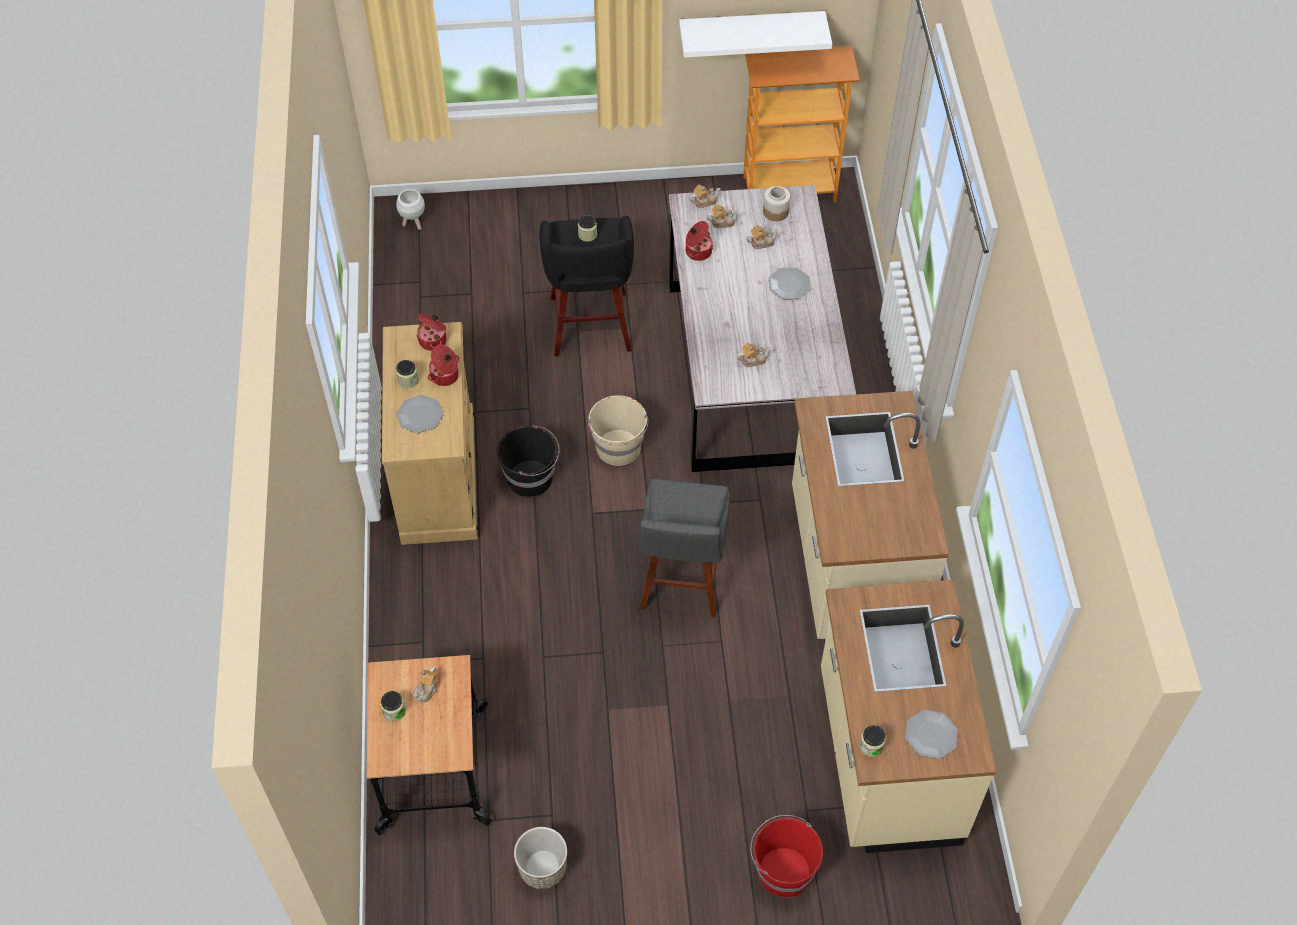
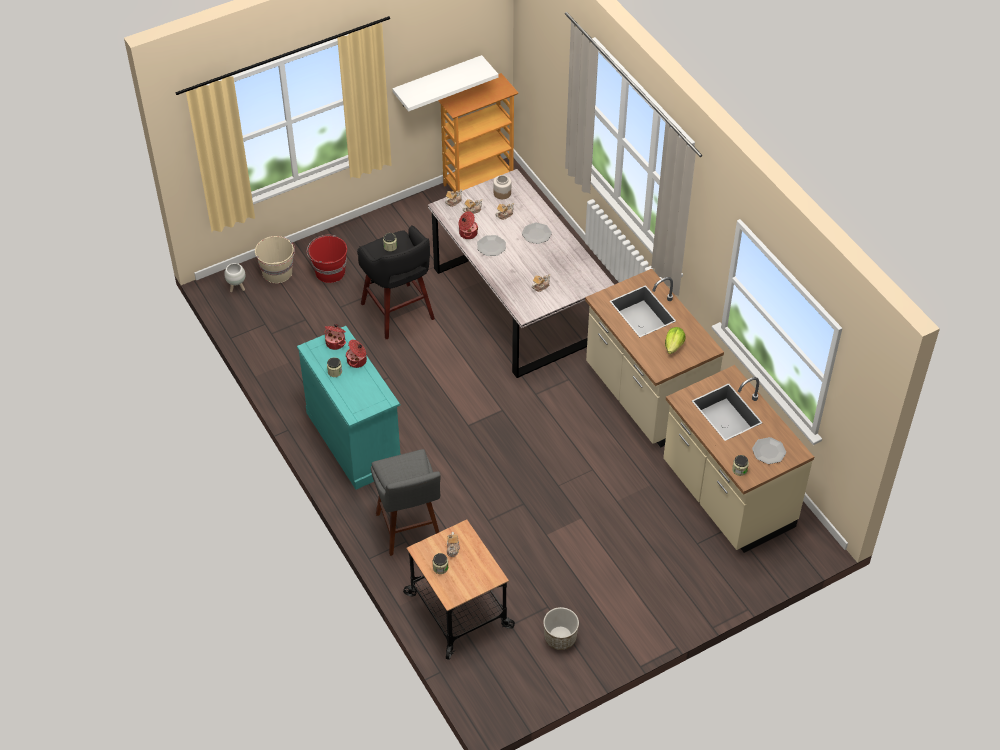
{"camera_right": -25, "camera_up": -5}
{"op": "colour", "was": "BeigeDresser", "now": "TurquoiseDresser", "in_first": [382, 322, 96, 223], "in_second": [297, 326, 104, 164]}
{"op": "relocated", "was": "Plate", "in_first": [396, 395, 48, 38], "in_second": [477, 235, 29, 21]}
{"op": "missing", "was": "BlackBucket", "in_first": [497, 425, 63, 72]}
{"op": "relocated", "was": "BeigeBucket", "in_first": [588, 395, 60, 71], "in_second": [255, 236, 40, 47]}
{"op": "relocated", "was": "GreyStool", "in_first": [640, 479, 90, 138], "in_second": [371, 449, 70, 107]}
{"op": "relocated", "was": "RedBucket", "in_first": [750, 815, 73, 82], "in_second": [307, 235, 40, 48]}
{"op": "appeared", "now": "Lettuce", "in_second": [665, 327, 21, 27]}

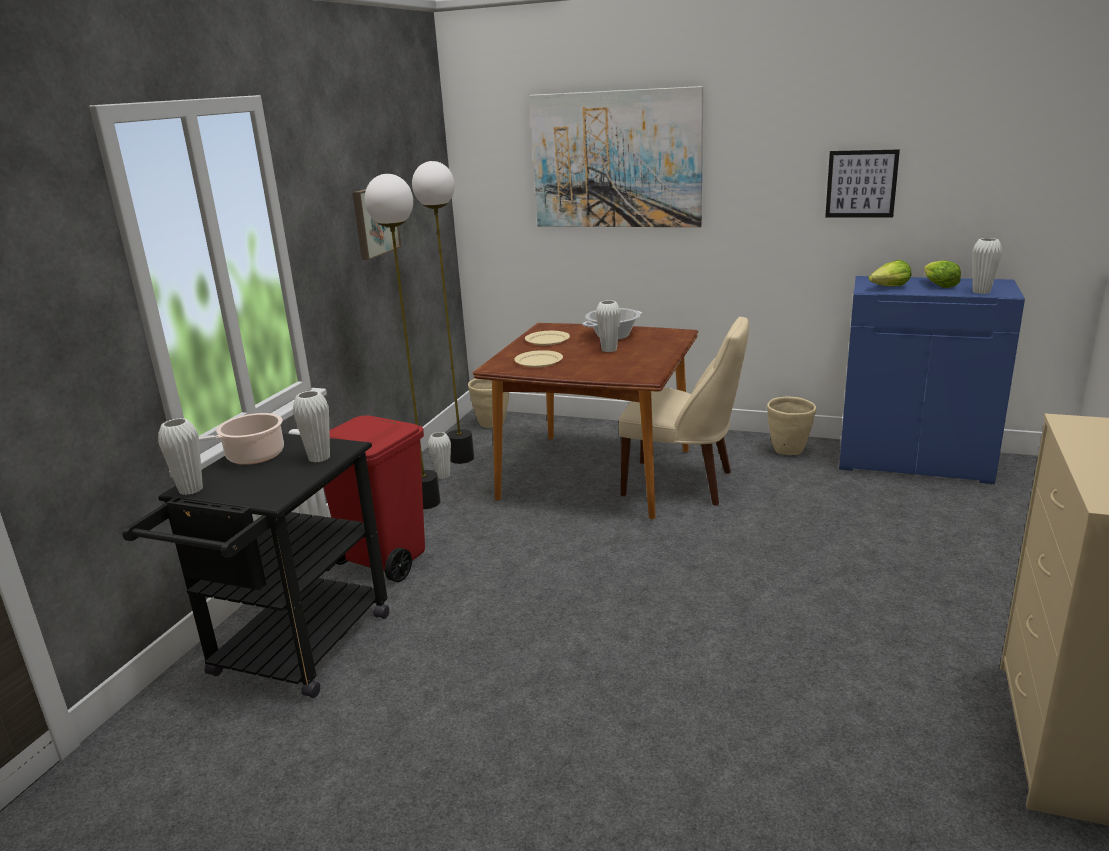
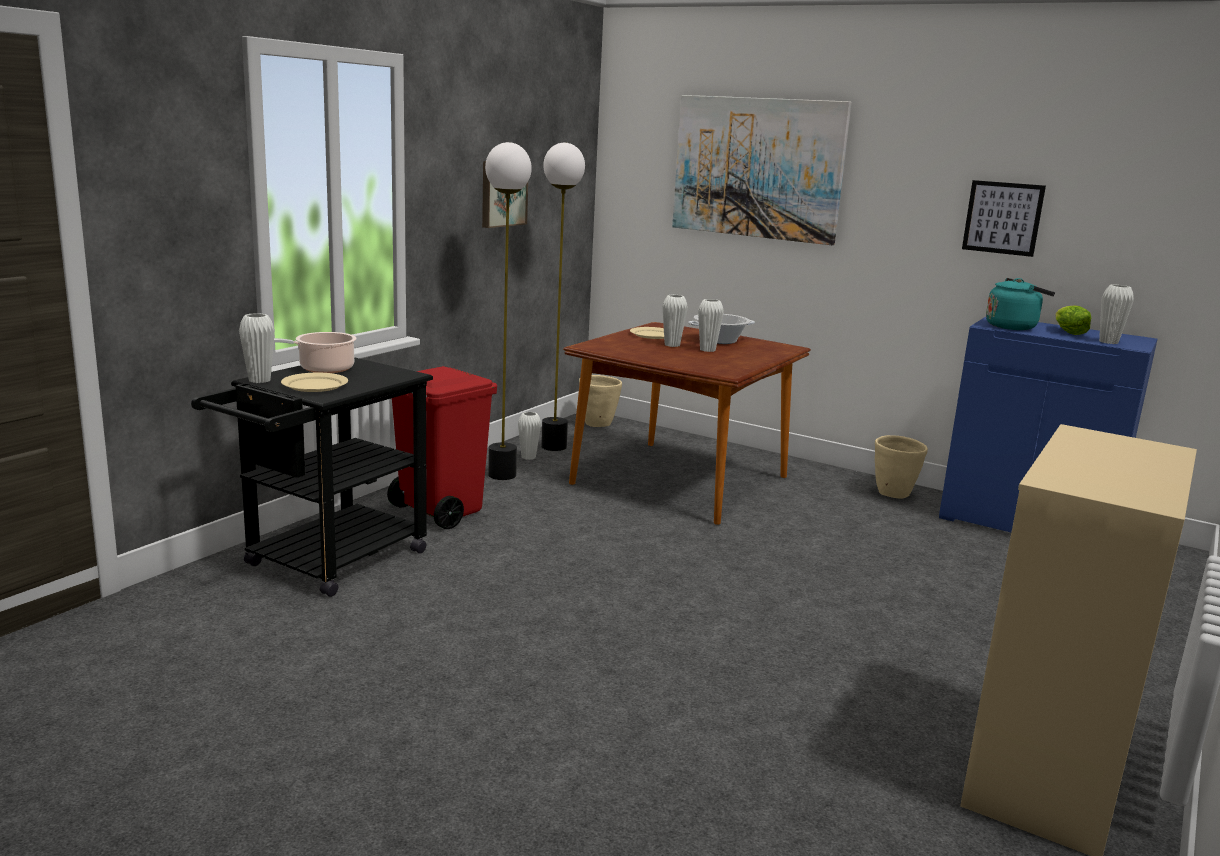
{"camera_right": 10, "camera_up": -5}
{"op": "relocated", "was": "WhiteVase", "in_first": [293, 391, 37, 72], "in_second": [662, 295, 26, 52]}
{"op": "relocated", "was": "BeigePlate", "in_first": [514, 350, 49, 17], "in_second": [281, 373, 67, 19]}
{"op": "missing", "was": "BeigeChair", "in_first": [619, 316, 130, 190]}
{"op": "exchanged", "was": "Lettuce", "now": "TurquoiseKettle", "in_first": [868, 260, 44, 26], "in_second": [986, 278, 69, 52]}

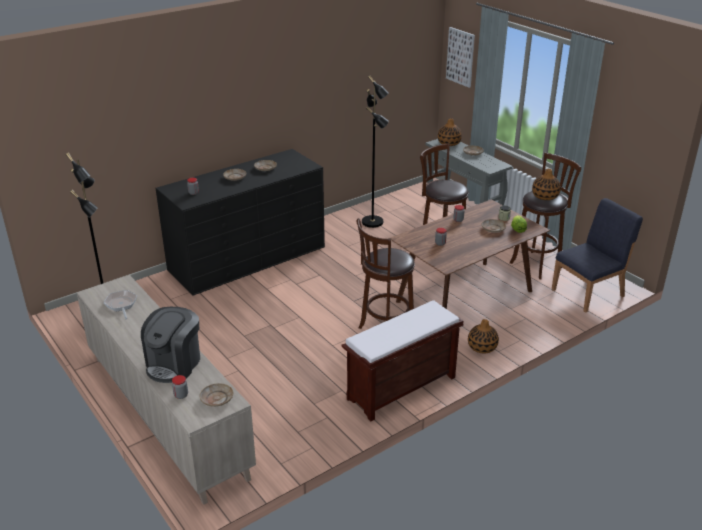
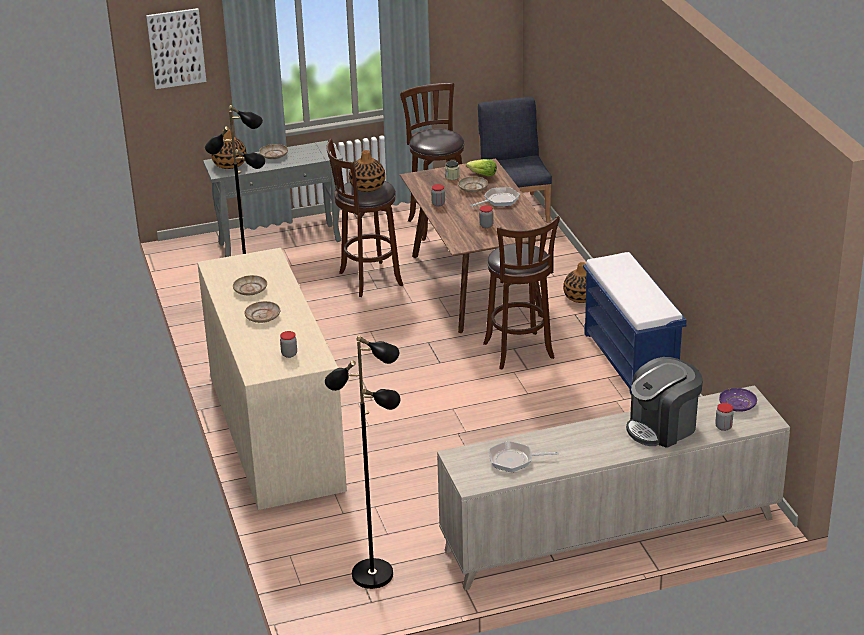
{"camera_right": -70, "camera_up": 0}
{"op": "spun", "was": "CoffeeMachine", "in_first": [141, 307, 59, 76], "in_second": [626, 357, 77, 91], "clockwise": 105}
{"op": "colour", "was": "BlackDresser", "now": "BeigeDresser", "in_first": [155, 149, 170, 147], "in_second": [197, 248, 150, 262]}
{"op": "colour", "was": "BeigePlate", "now": "PurplePlate", "in_first": [200, 383, 33, 24], "in_second": [719, 388, 38, 24]}
{"op": "colour", "was": "BrownBench", "now": "BlueBench", "in_first": [342, 300, 122, 121], "in_second": [583, 252, 104, 142]}
{"op": "relocated", "was": "Vase", "in_first": [532, 169, 29, 31], "in_second": [349, 150, 36, 42]}
{"op": "appeared", "now": "FryingPan", "in_second": [470, 187, 50, 20]}

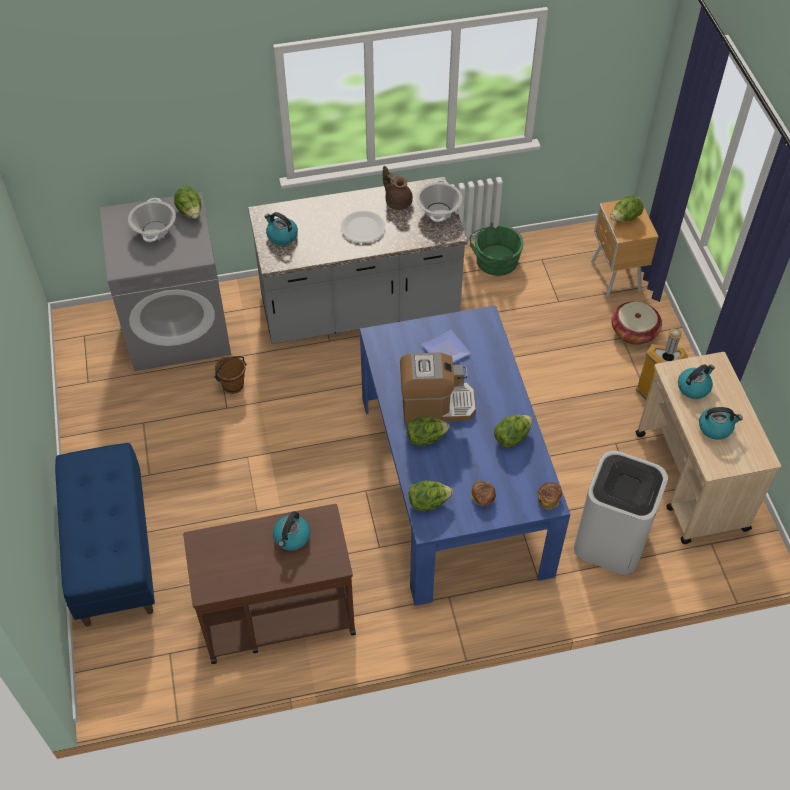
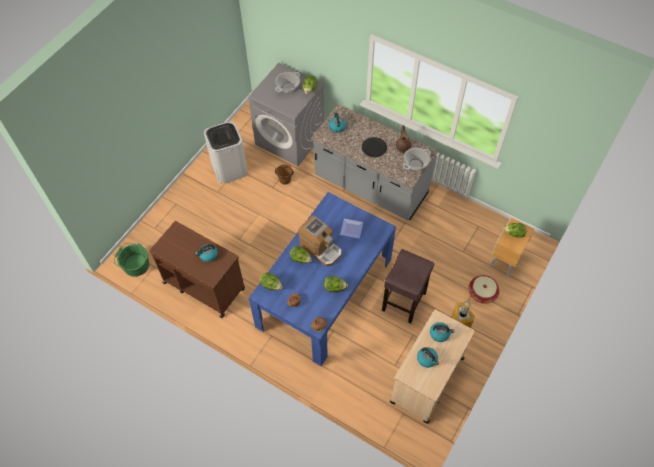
{"camera_right": 45, "camera_up": 5}
{"op": "missing", "was": "BlueBench", "in_first": [55, 443, 100, 184]}
{"op": "colour", "was": "WhitePlate", "now": "BlackPlate", "in_first": [341, 210, 44, 33], "in_second": [362, 137, 25, 21]}
{"op": "relocated", "was": "GreenBucket", "in_first": [470, 222, 53, 54], "in_second": [114, 243, 35, 34]}
{"op": "relocated", "was": "WhiteTrashCan", "in_first": [574, 451, 94, 124], "in_second": [204, 121, 44, 63]}
{"op": "appeared", "now": "BrownStool", "in_second": [382, 249, 52, 75]}

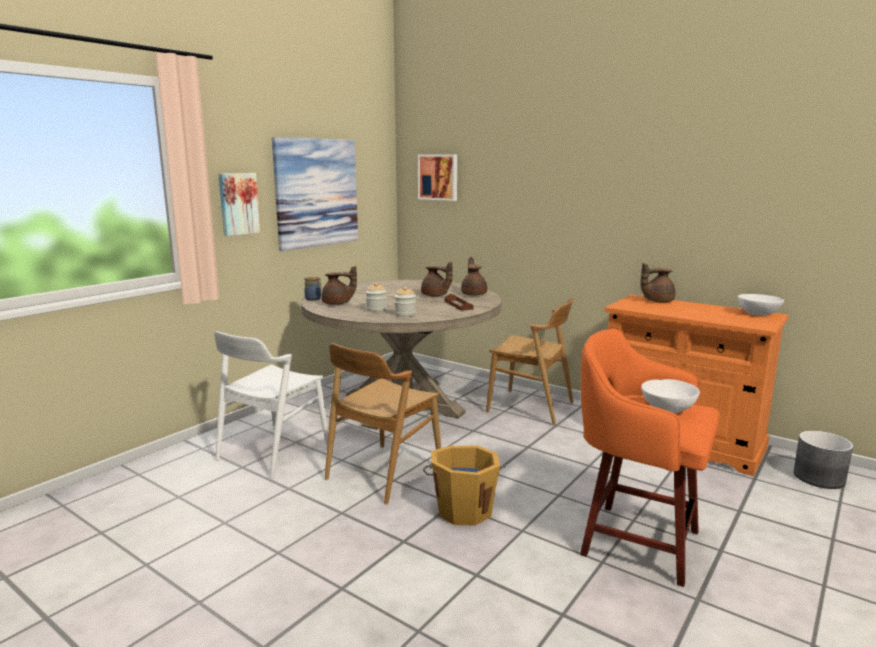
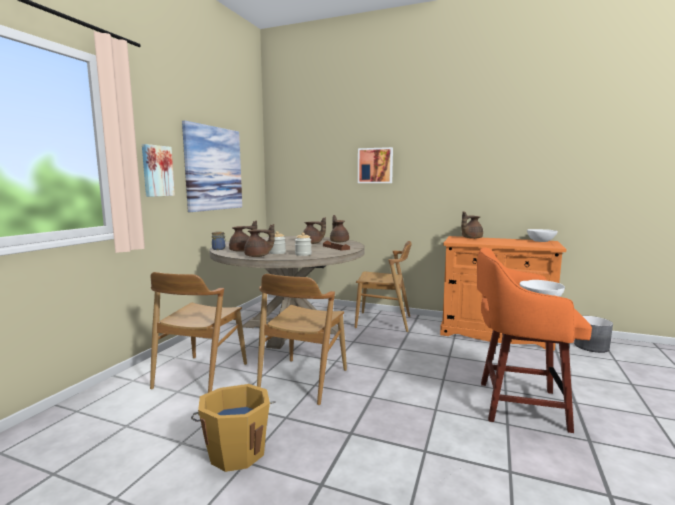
{"camera_right": -15, "camera_up": -5}
{"op": "colour", "was": "WhiteChair", "now": "BrownChair", "in_first": [214, 331, 114, 148], "in_second": [150, 272, 97, 121]}
{"op": "relocated", "was": "Picture", "in_first": [418, 154, 39, 47], "in_second": [358, 147, 35, 36]}
{"op": "relocated", "was": "OrangeBucket", "in_first": [423, 445, 83, 80], "in_second": [191, 384, 85, 88]}
{"op": "appeared", "now": "BrownTeapot", "in_second": [244, 224, 31, 33]}

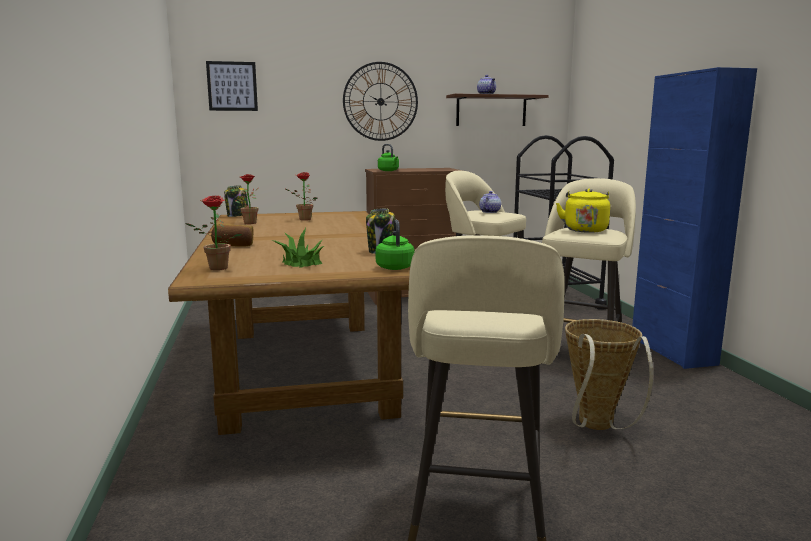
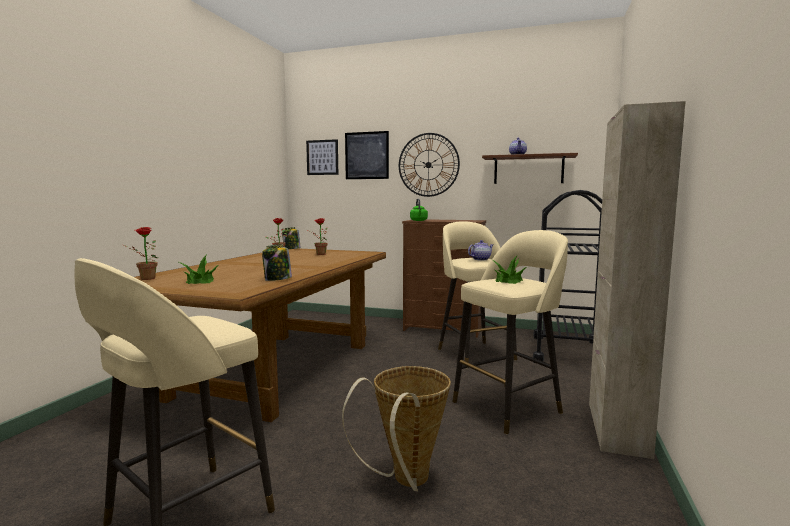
{"camera_right": 30, "camera_up": -5}
{"op": "missing", "was": "Bread", "in_first": [211, 224, 42, 23]}
{"op": "missing", "was": "GreenKettle", "in_first": [376, 220, 38, 50]}
{"op": "exchanged", "was": "YellowKettle", "now": "PottedPlant", "in_first": [556, 189, 54, 44], "in_second": [493, 256, 33, 28]}
{"op": "colour", "was": "BlueCabinet", "now": "BeigeCabinet", "in_first": [632, 67, 125, 302], "in_second": [589, 101, 97, 358]}
{"op": "appeared", "now": "Picture", "in_second": [345, 131, 44, 48]}

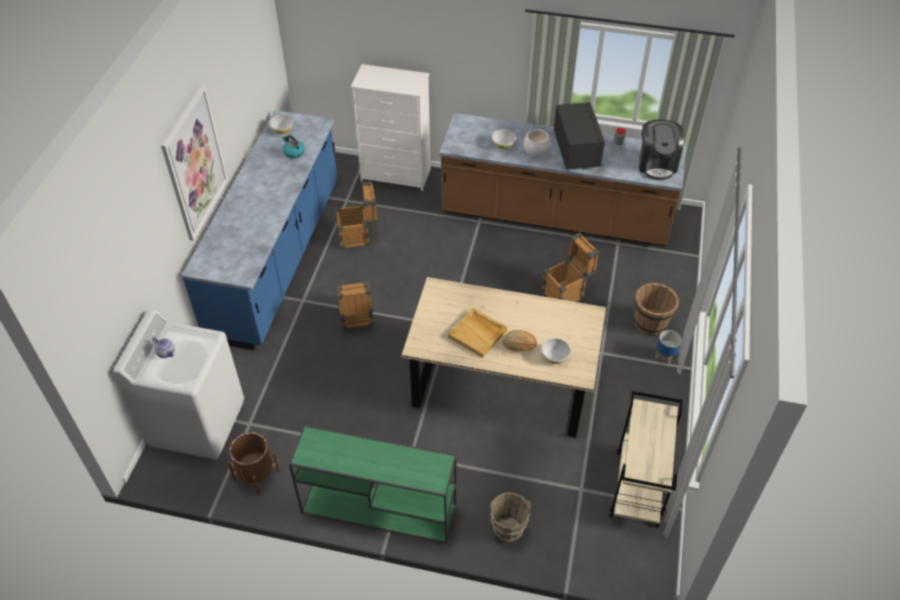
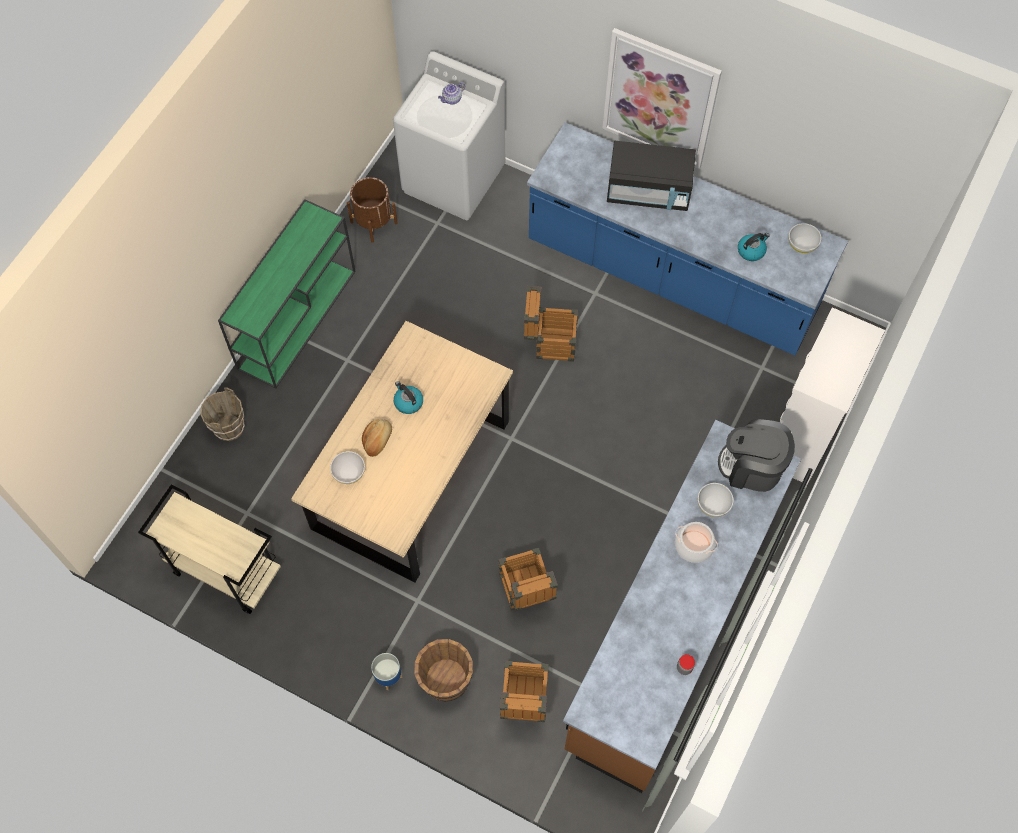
{"camera_right": 105, "camera_up": 15}
{"op": "relocated", "was": "Crate", "in_first": [335, 182, 43, 67], "in_second": [500, 661, 49, 61]}
{"op": "exchanged", "was": "BeigeTray", "now": "Kettle", "in_first": [448, 308, 59, 50], "in_second": [394, 381, 29, 33]}
{"op": "relocated", "was": "BlackMicrowave", "in_first": [554, 102, 51, 68], "in_second": [607, 141, 89, 70]}
{"op": "relocated", "was": "CoffeeMachine", "in_first": [639, 119, 45, 61], "in_second": [718, 419, 77, 73]}

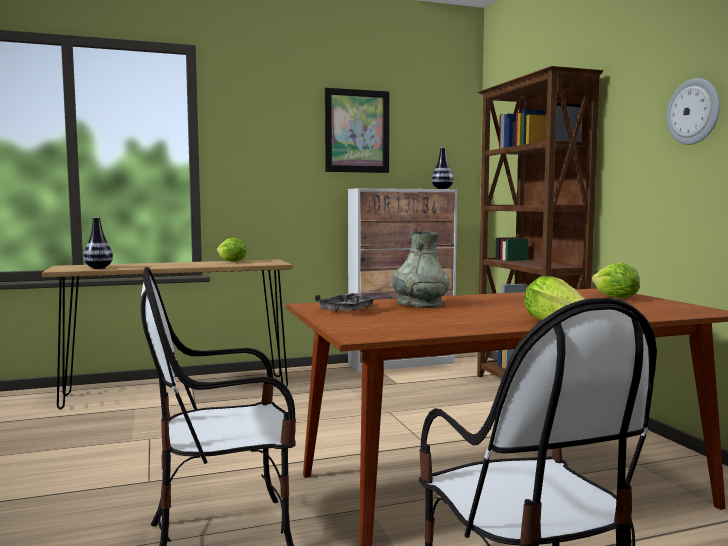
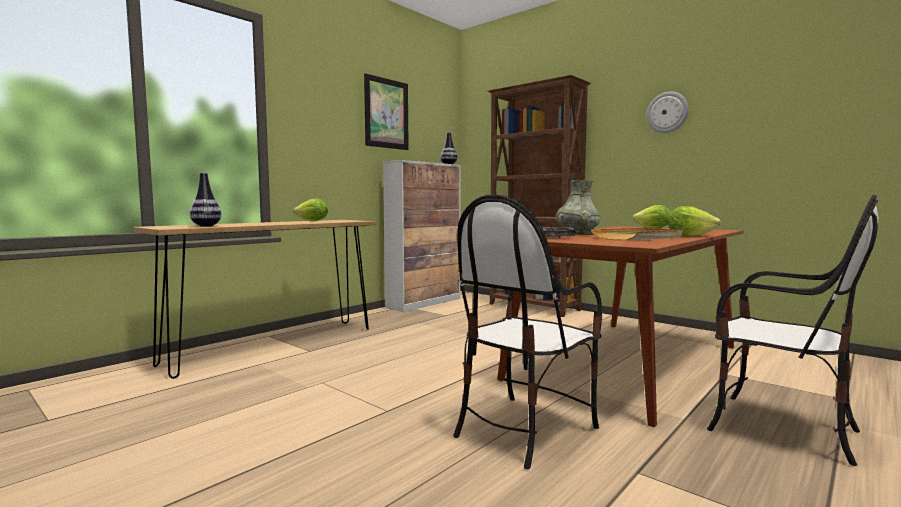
{"camera_right": -30, "camera_up": 0}
{"op": "appeared", "now": "BeigeTray", "in_second": [591, 228, 93, 12]}

